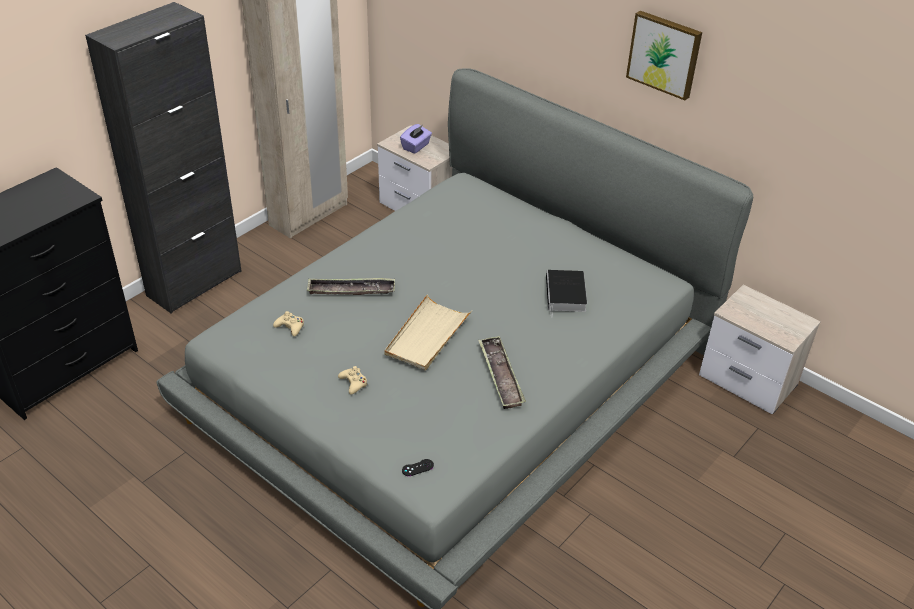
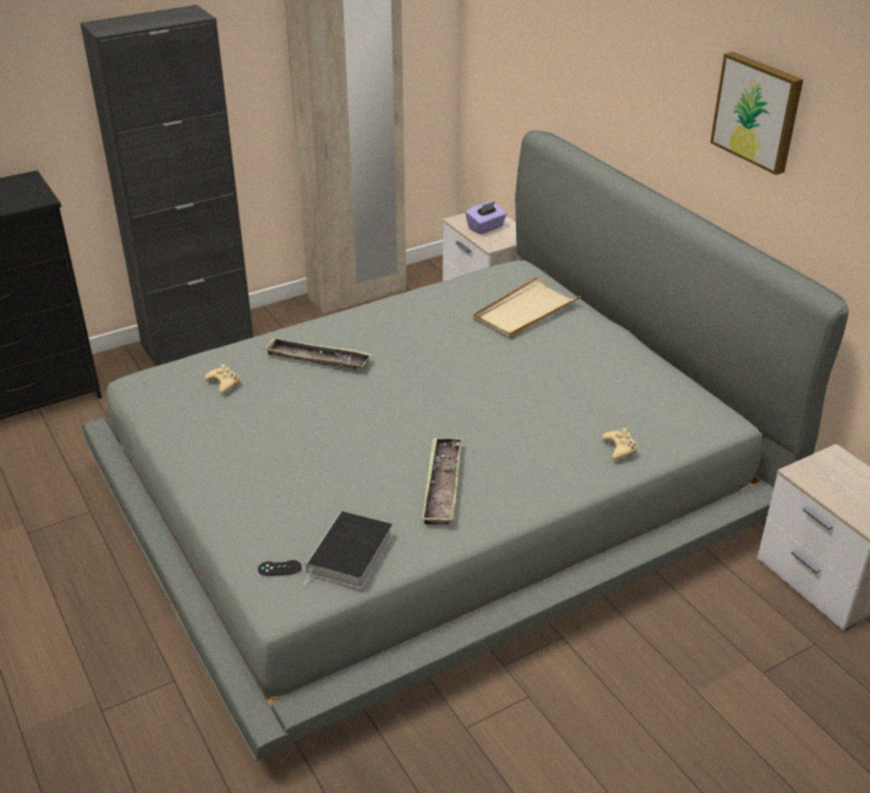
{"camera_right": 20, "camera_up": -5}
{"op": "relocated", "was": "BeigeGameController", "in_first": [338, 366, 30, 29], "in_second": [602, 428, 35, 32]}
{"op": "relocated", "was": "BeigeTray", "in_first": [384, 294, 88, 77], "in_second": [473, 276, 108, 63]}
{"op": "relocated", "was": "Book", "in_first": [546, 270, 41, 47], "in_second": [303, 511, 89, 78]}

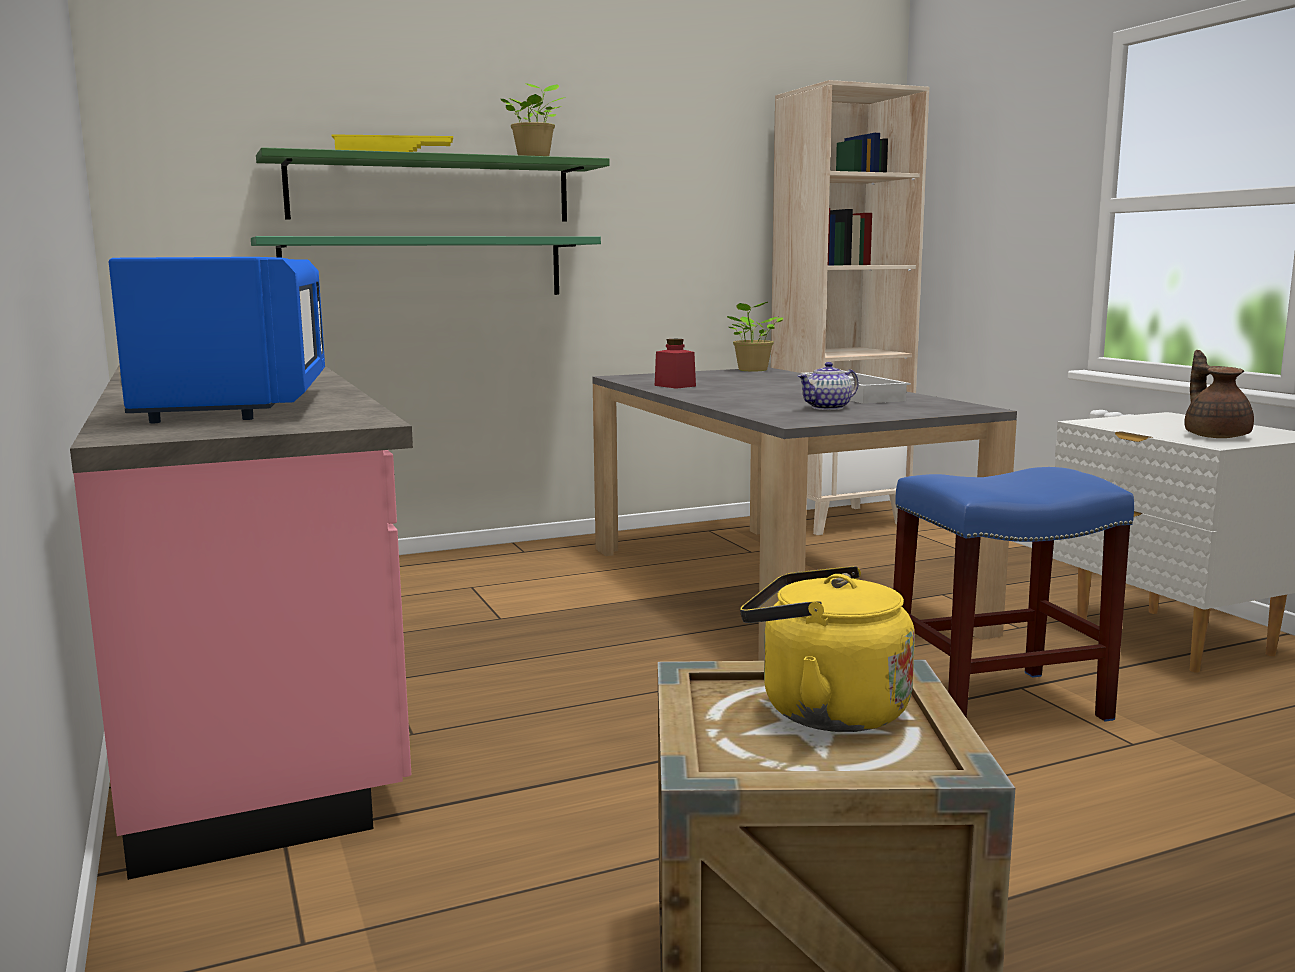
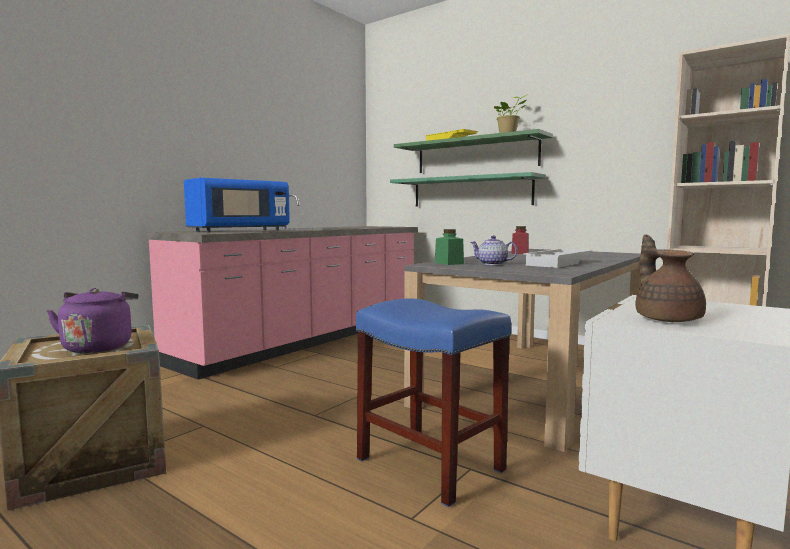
{"camera_right": 60, "camera_up": -5}
{"op": "missing", "was": "PottedPlant", "in_first": [727, 302, 56, 69]}
{"op": "colour", "was": "YellowKettle", "now": "PurpleKettle", "in_first": [740, 566, 175, 166], "in_second": [47, 288, 92, 65]}
{"op": "spun", "was": "BrownTeapot", "in_first": [1184, 350, 70, 88], "in_second": [636, 234, 70, 88], "clockwise": -60}
{"op": "appeared", "now": "GreenJar", "in_second": [435, 229, 29, 36]}

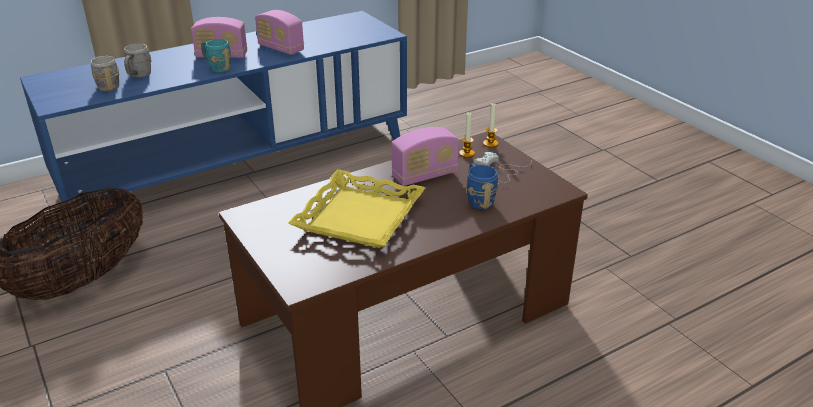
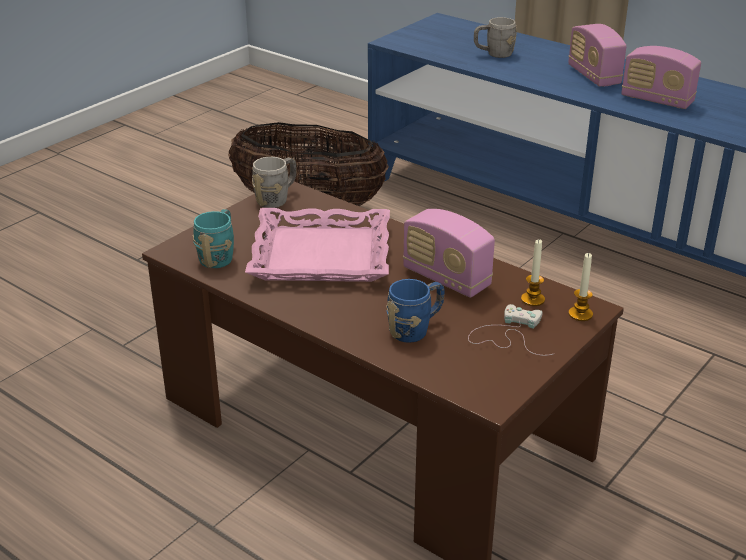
{"camera_right": 70, "camera_up": 0}
{"op": "relocated", "was": "GreyMug", "in_first": [91, 56, 28, 35], "in_second": [252, 157, 44, 51]}
{"op": "relocated", "was": "TurquoiseMug", "in_first": [201, 39, 30, 34], "in_second": [192, 209, 42, 59]}
{"op": "spun", "was": "Radio", "in_first": [255, 10, 49, 45], "in_second": [622, 46, 79, 63], "clockwise": -75}
{"op": "colour", "was": "YellowTray", "now": "PinkTray", "in_first": [288, 169, 138, 79], "in_second": [245, 208, 145, 74]}

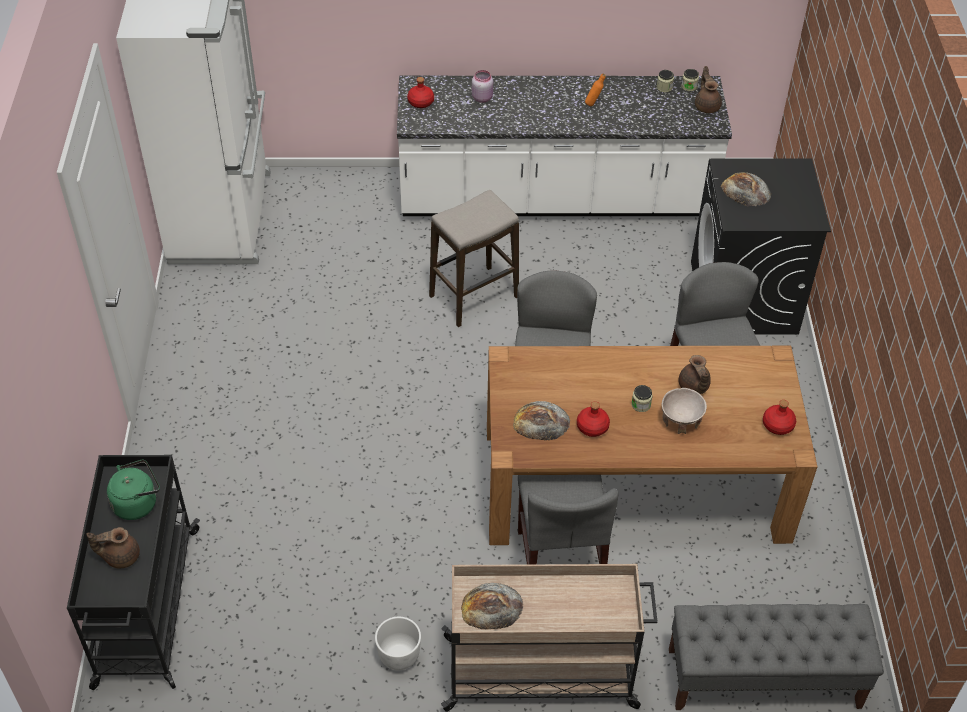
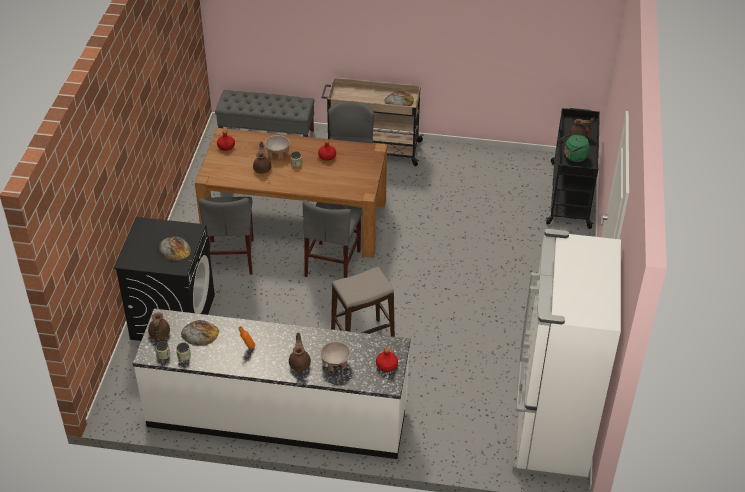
{"camera_right": -170, "camera_up": -5}
{"op": "missing", "was": "WhitePlanter", "in_first": [375, 617, 46, 53]}
{"op": "exchanged", "was": "PinkJar", "now": "BeigeBowl", "in_first": [472, 70, 21, 33], "in_second": [320, 341, 31, 31]}
{"op": "relocated", "was": "Bread", "in_first": [513, 401, 57, 39], "in_second": [181, 320, 38, 26]}
{"op": "appeared", "now": "BrownTeapot", "in_second": [289, 332, 22, 39]}

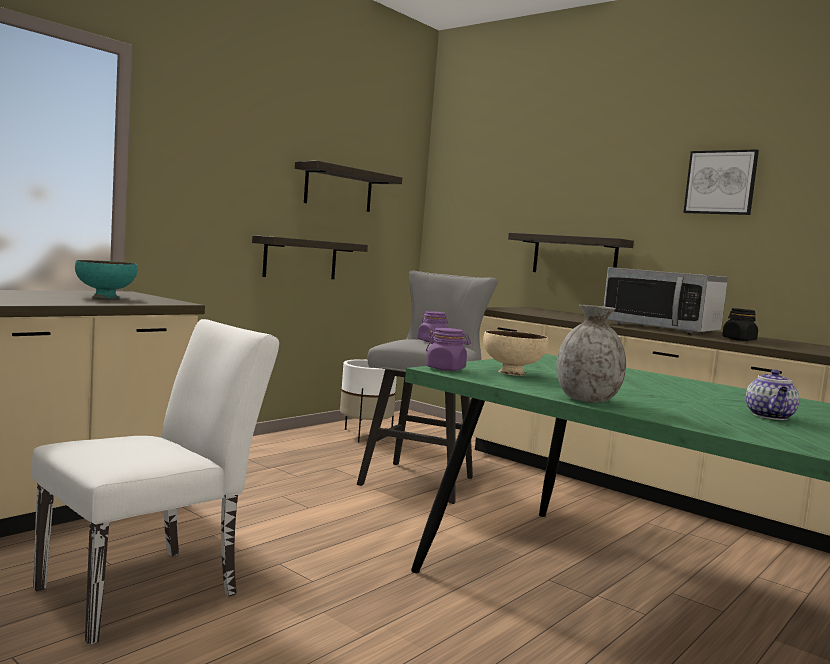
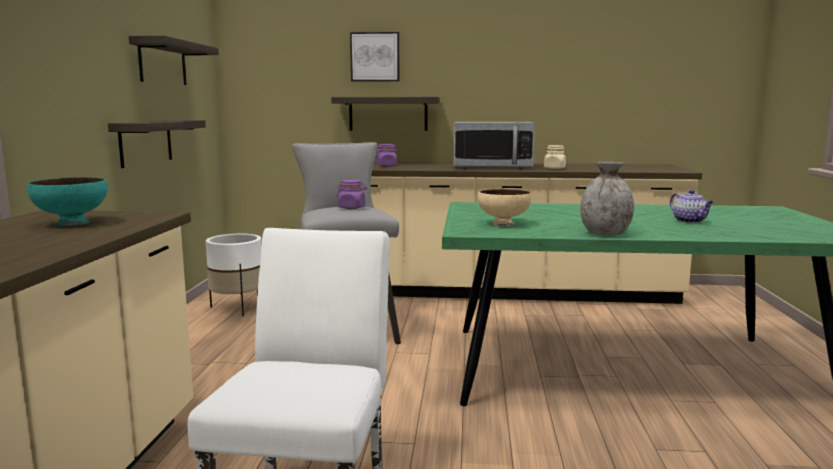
{"camera_right": -35, "camera_up": 5}
{"op": "relocated", "was": "PurpleJar", "in_first": [426, 328, 45, 43], "in_second": [375, 144, 24, 23]}
{"op": "relocated", "was": "Picture", "in_first": [683, 149, 76, 66], "in_second": [350, 32, 50, 50]}
{"op": "colour", "was": "BlackJar", "now": "BeigeJar", "in_first": [722, 308, 36, 33], "in_second": [544, 145, 22, 24]}

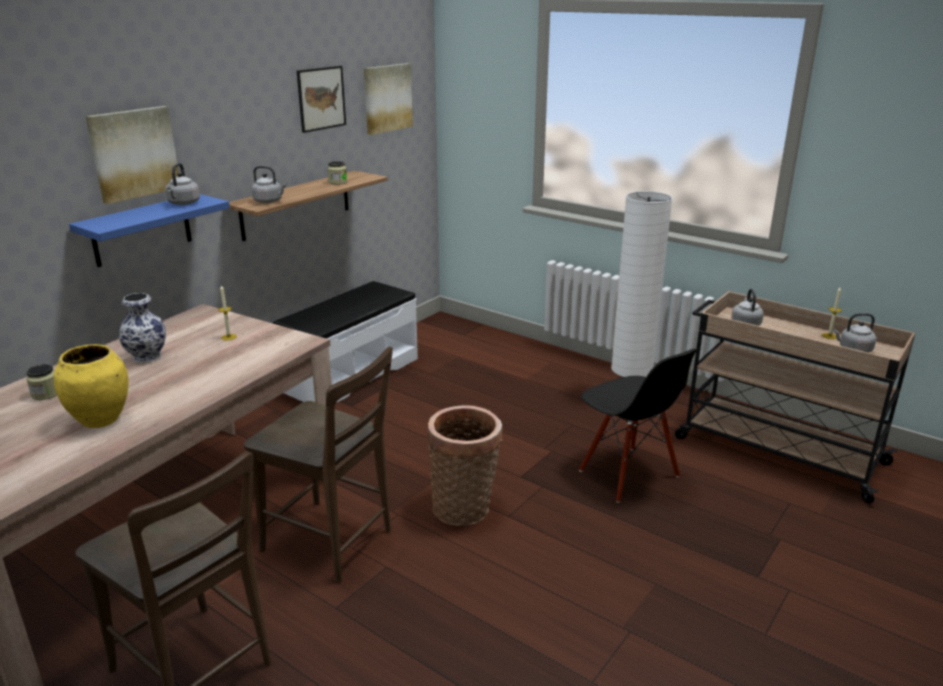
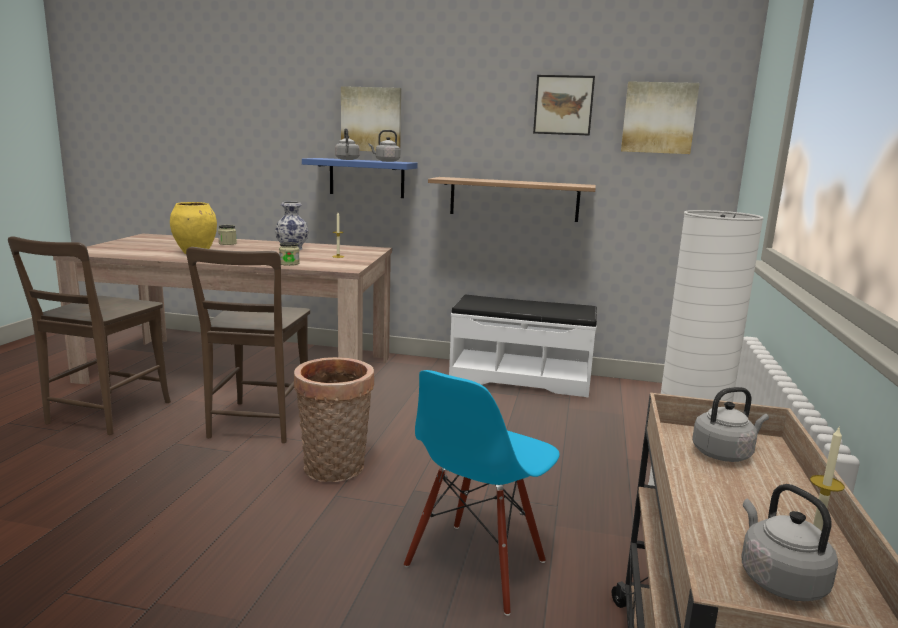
{"camera_right": 65, "camera_up": -10}
{"op": "relocated", "was": "GreyKettle", "in_first": [251, 166, 36, 37], "in_second": [335, 128, 25, 32]}
{"op": "relocated", "was": "Jar", "in_first": [328, 161, 19, 24], "in_second": [279, 242, 21, 24]}
{"op": "colour", "was": "BlackChair", "now": "BlueChair", "in_first": [579, 349, 118, 154], "in_second": [404, 370, 156, 246]}

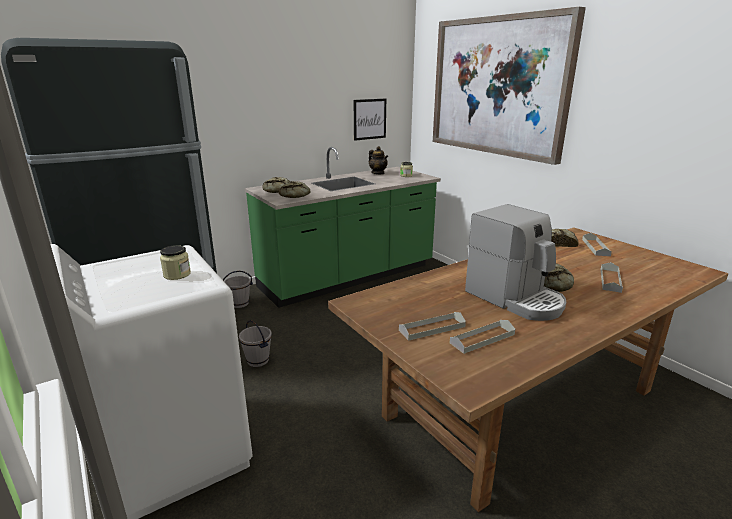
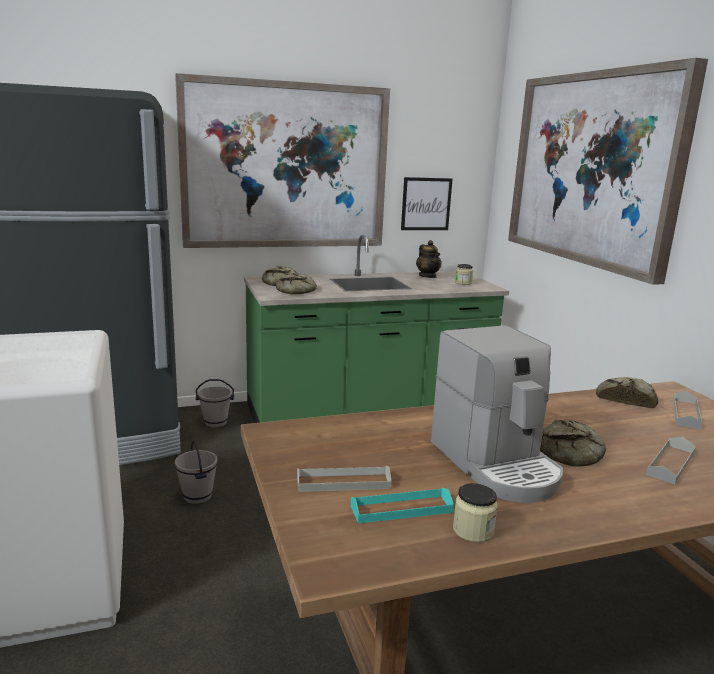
{"camera_right": 15, "camera_up": -5}
{"op": "relocated", "was": "Jar", "in_first": [160, 245, 31, 35], "in_second": [453, 483, 45, 59]}
{"op": "colour", "was": "GreyTray", "now": "TurquoiseTray", "in_first": [450, 320, 65, 34], "in_second": [351, 488, 103, 35]}
{"op": "appeared", "now": "Picture", "in_second": [175, 73, 215, 175]}

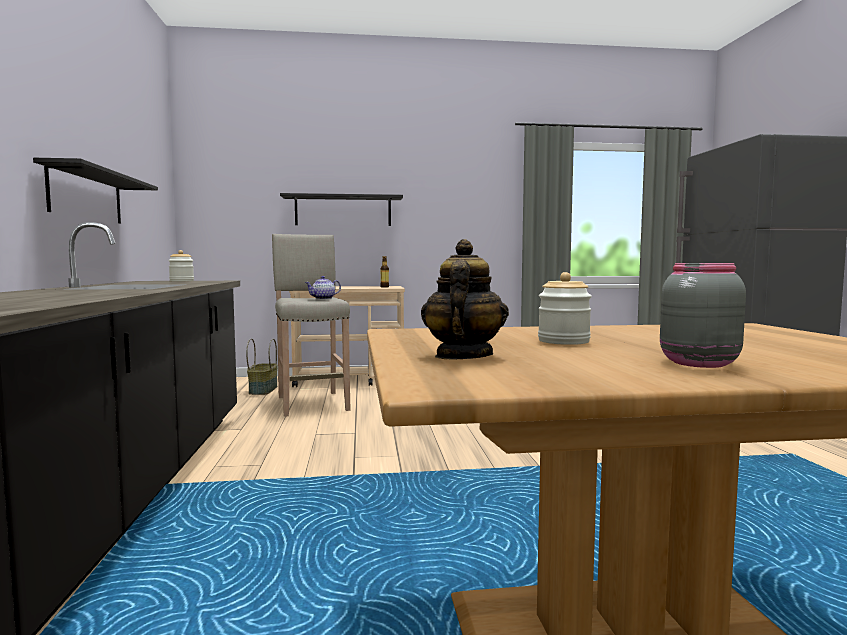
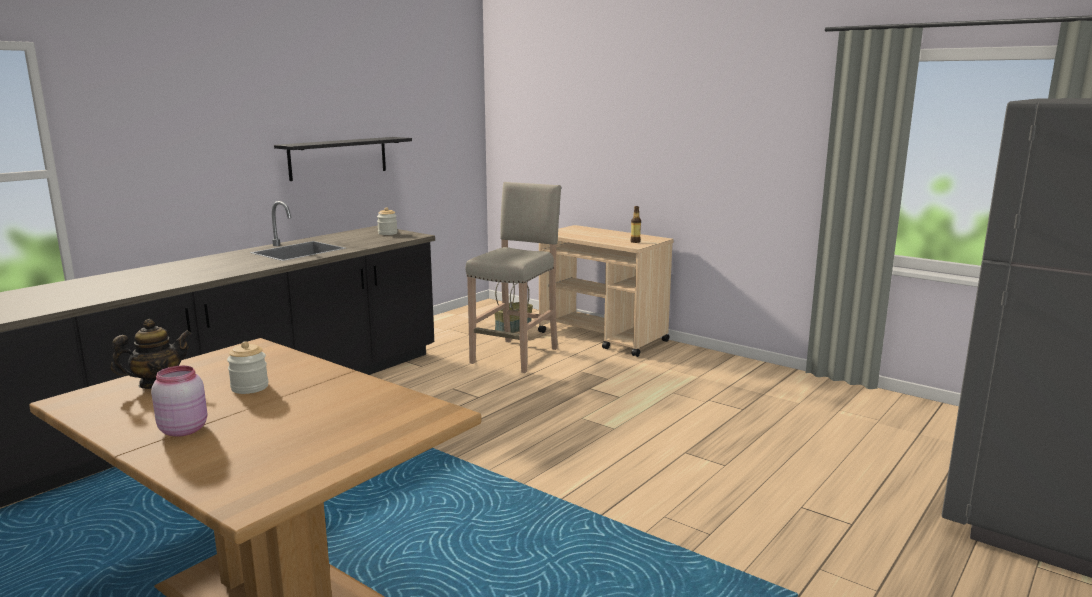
{"camera_right": 45, "camera_up": 10}
{"op": "missing", "was": "BlackShelf", "in_first": [280, 193, 123, 33]}
{"op": "missing", "was": "Teapot", "in_first": [305, 276, 36, 23]}
{"op": "colour", "was": "GreyJar", "now": "PinkJar", "in_first": [660, 263, 86, 105], "in_second": [151, 366, 56, 71]}

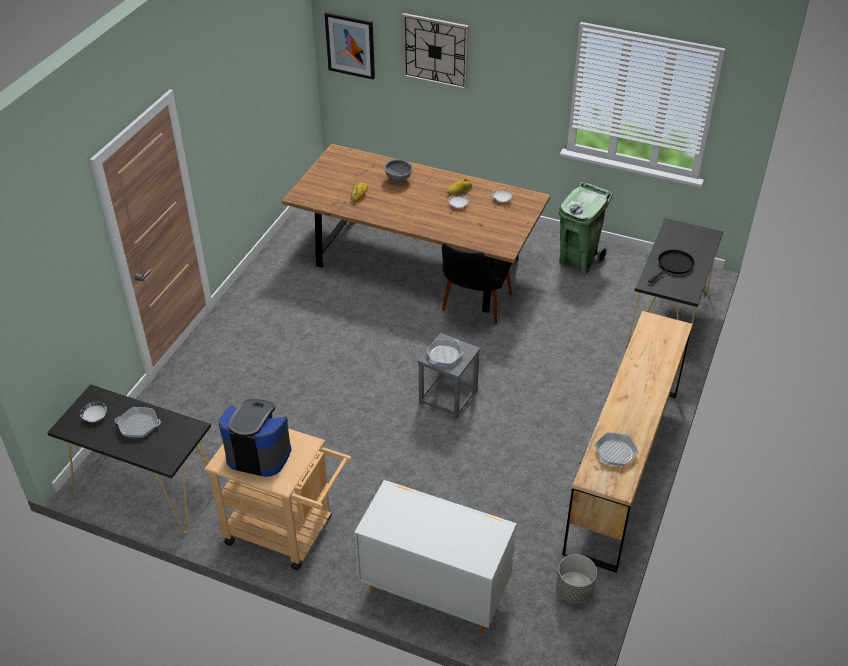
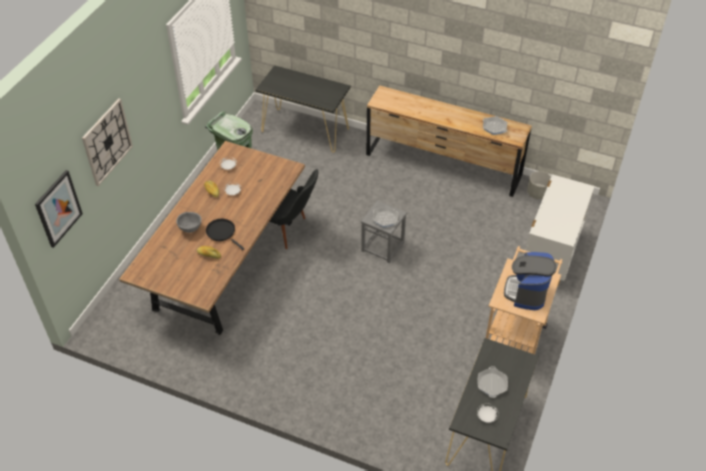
{"camera_right": -90, "camera_up": 5}
{"op": "relocated", "was": "BlackFryingPan", "in_first": [648, 250, 47, 33], "in_second": [206, 219, 38, 31]}

